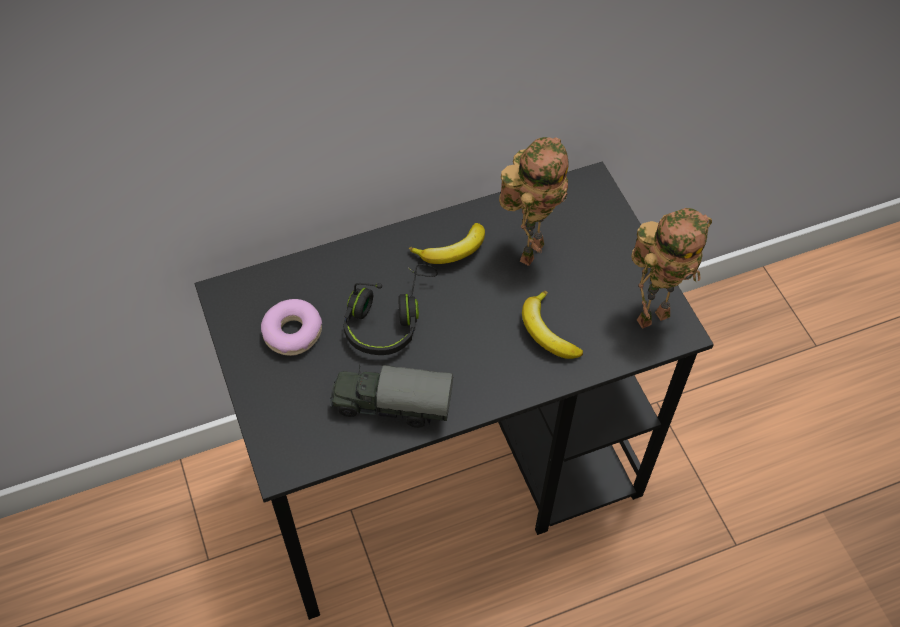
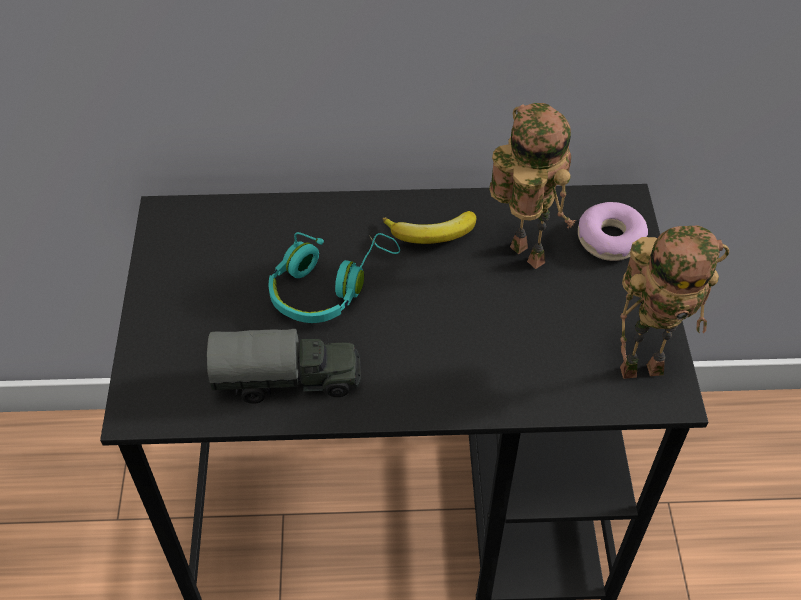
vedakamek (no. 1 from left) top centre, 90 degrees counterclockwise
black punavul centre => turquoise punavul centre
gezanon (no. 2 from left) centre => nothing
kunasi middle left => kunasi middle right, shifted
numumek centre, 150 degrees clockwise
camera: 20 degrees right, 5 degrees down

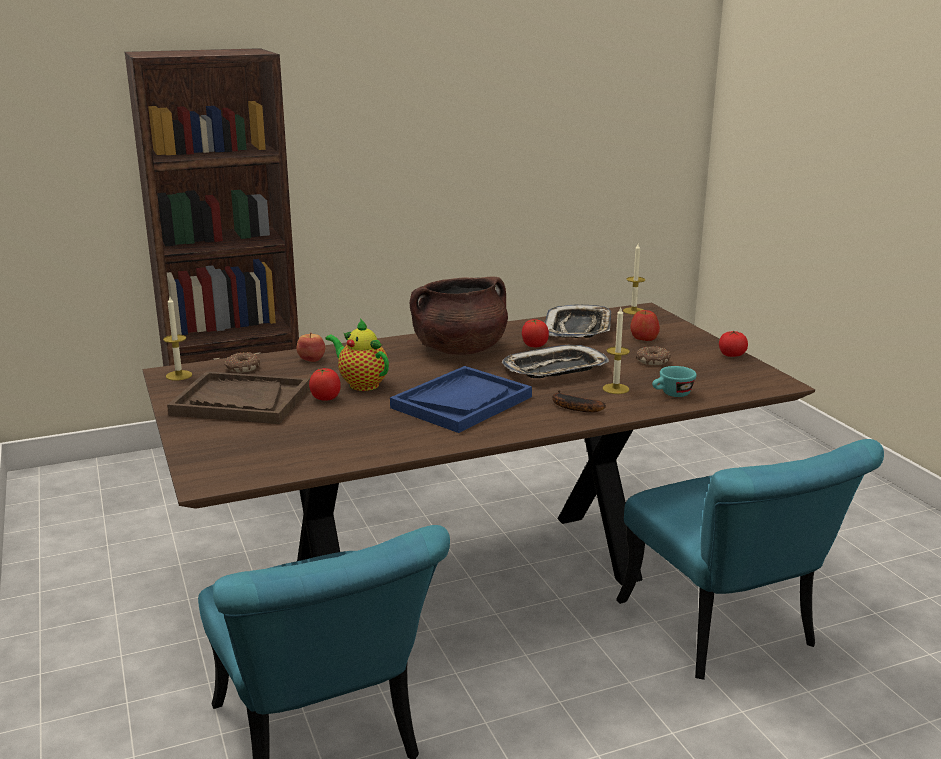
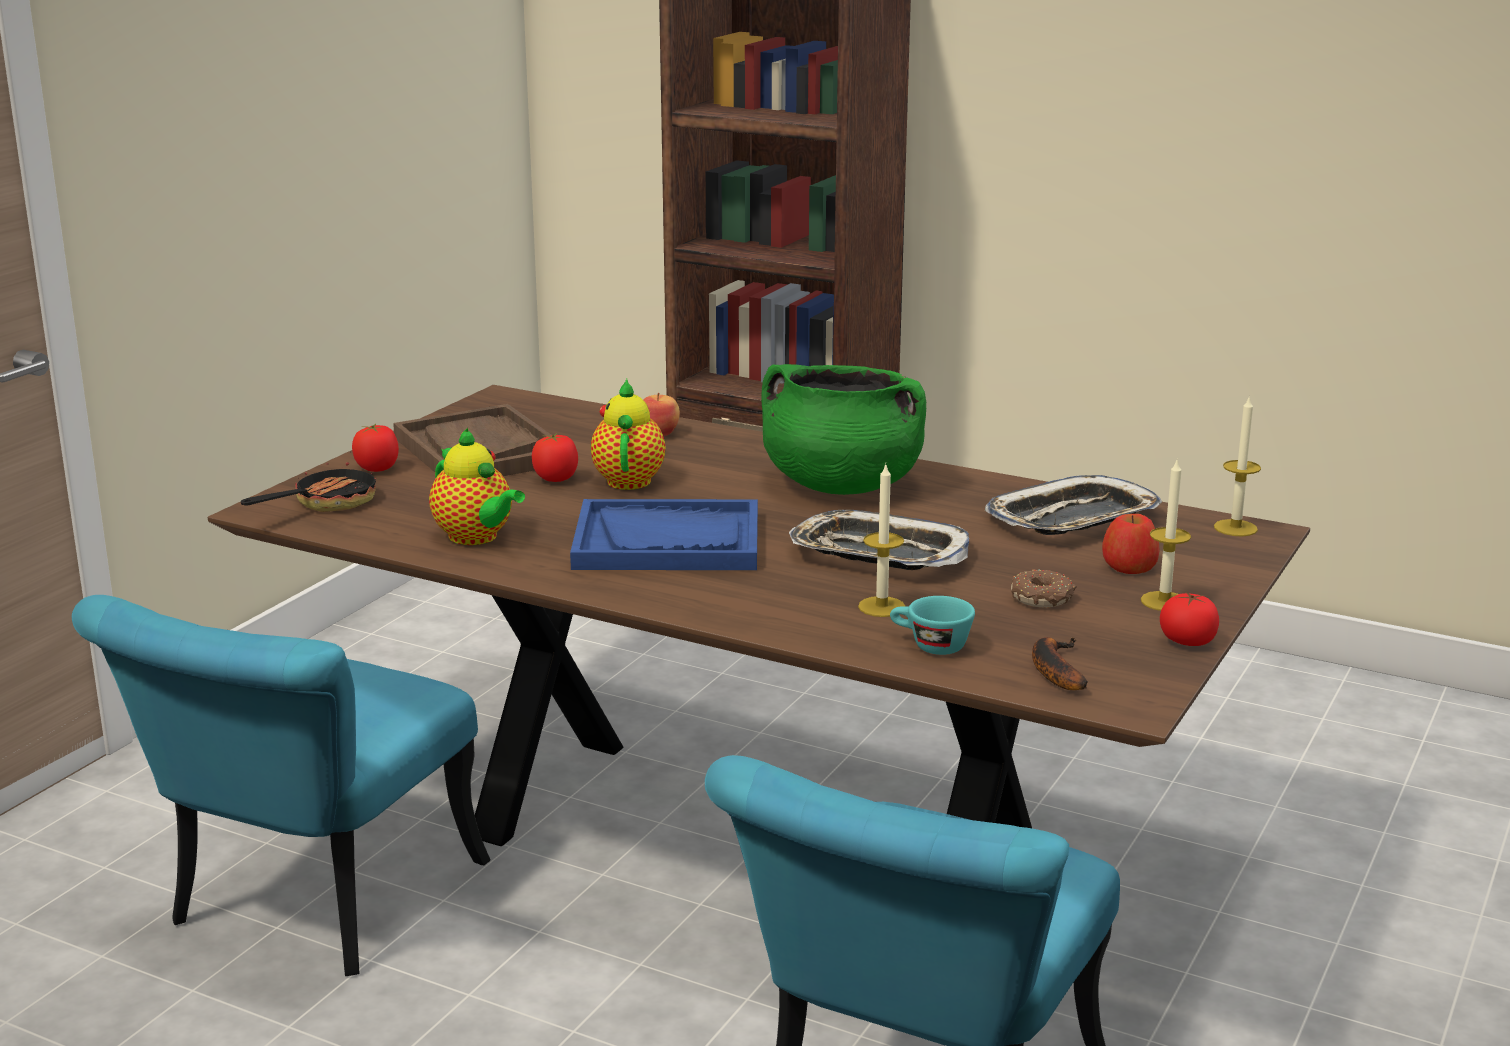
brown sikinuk centre => green sikinuk centre
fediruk (no. 1 from left in the first image) middle left => fediruk (no. 2 from left) middle right, shifted
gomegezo (no. 2 from left in the first image) centre => gomegezo (no. 1 from left) middle left, shifted
kunasi (no. 1 from left) middle left => nothing
gezanon centre => gezanon middle right, shifted
nothing => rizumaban (no. 1 from left) middle left
nothing => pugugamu middle left
camera: 50 degrees right, 0 degrees up

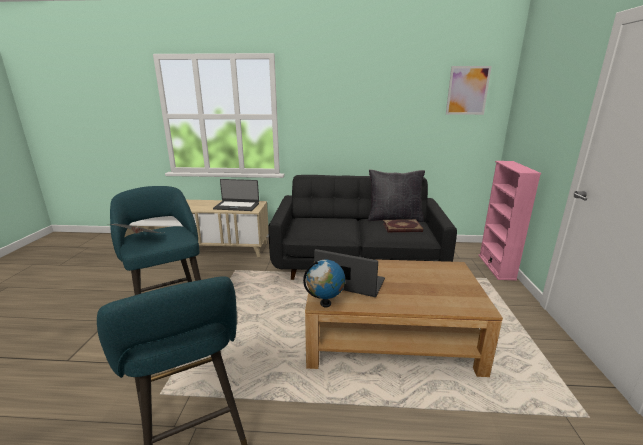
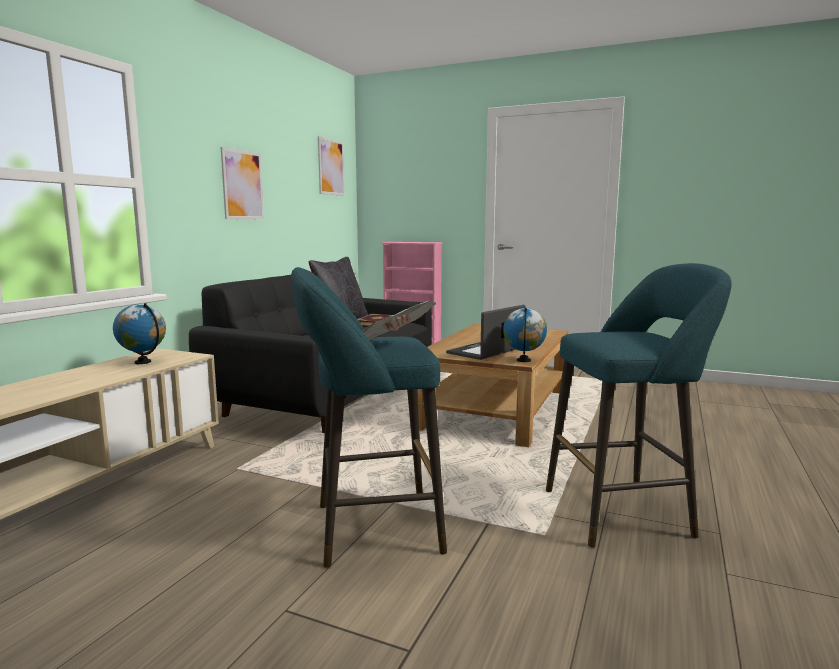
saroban (no. 1 from left) centre => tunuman (no. 1 from left) middle left
nothing => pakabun (no. 1 from left) top left
camera: 70 degrees left, 10 degrees down

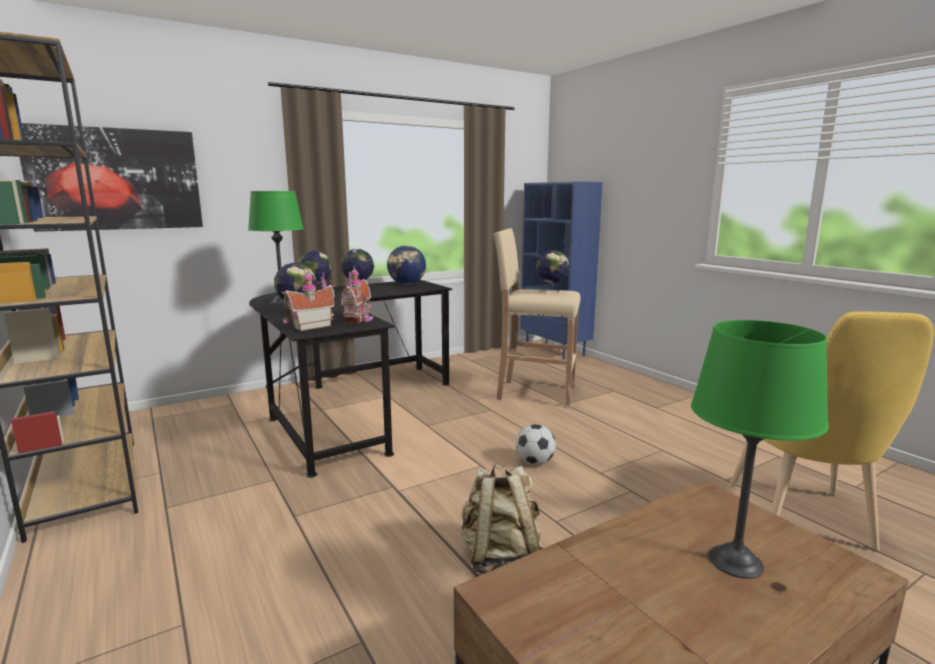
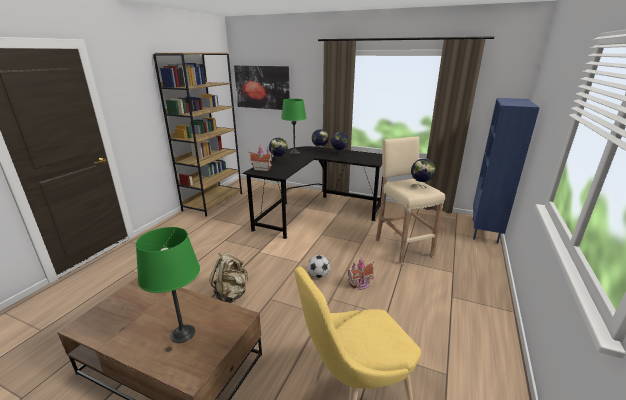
tunuman (no. 4 from left) centre => nothing
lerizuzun (no. 2 from left) centre => lerizuzun (no. 2 from left) bottom centre, shifted
camera: 55 degrees right, 10 degrees up

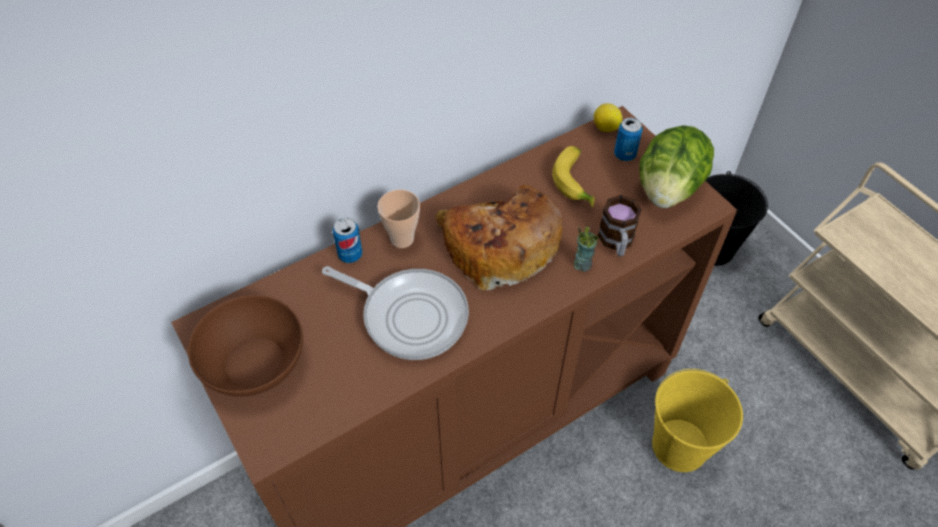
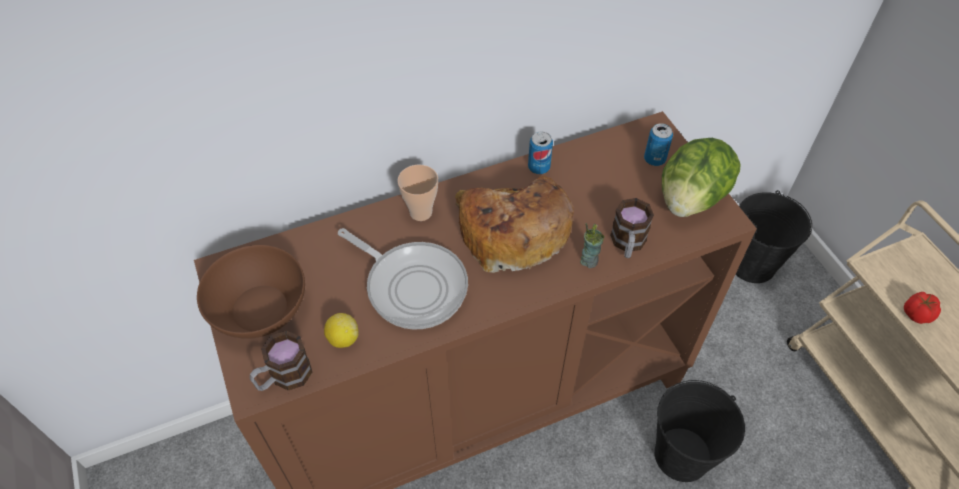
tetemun top centre => tetemun bottom centre, shifted
gezanon centre => nothing
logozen (no. 1 from left) centre => logozen (no. 1 from left) top centre, shifted
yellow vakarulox bottom right => black vakarulox (no. 1 from left) bottom right
nothing => gomegezo middle right
nothing => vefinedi (no. 1 from left) bottom left
camera: 10 degrees right, 0 degrees up

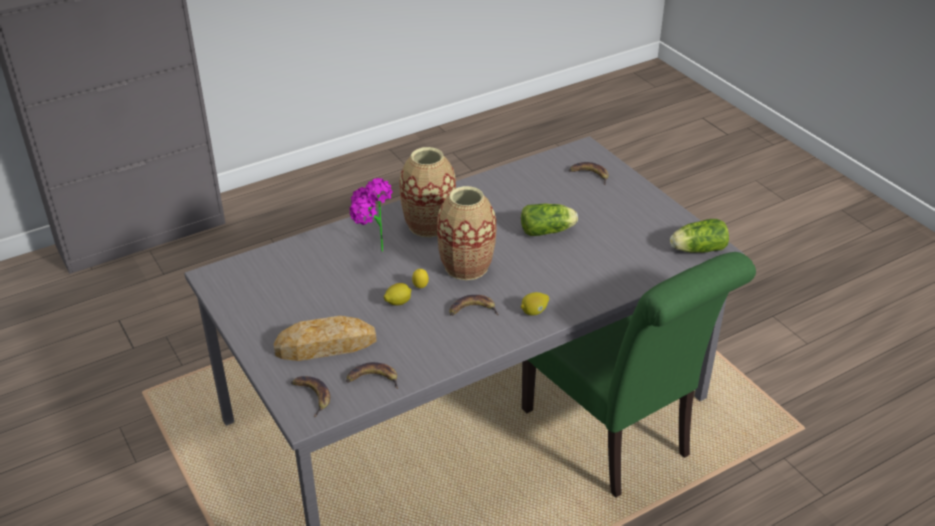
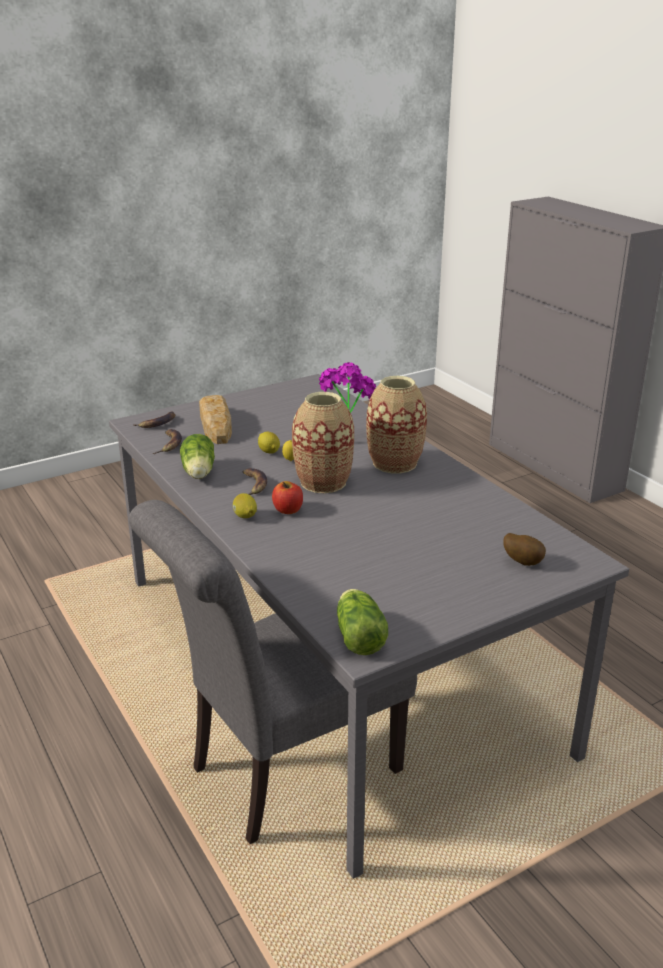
gezanon (no. 4 from left) top centre => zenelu middle right
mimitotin (no. 1 from left) centre => mimitotin (no. 1 from left) middle left, shifted
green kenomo bottom right => grey kenomo bottom centre
nothing => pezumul centre
camera: 90 degrees right, 10 degrees down

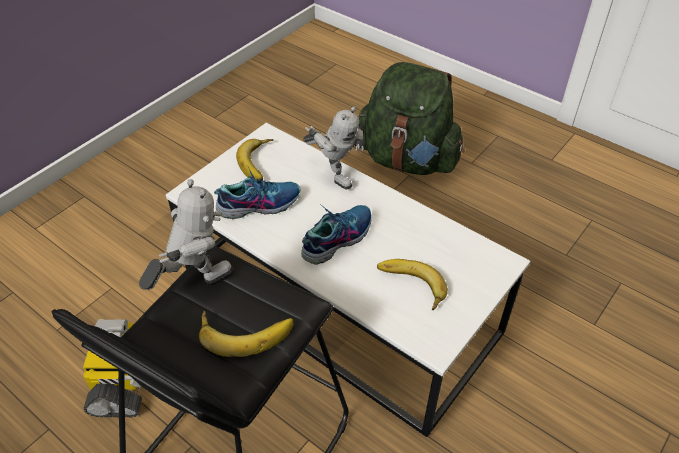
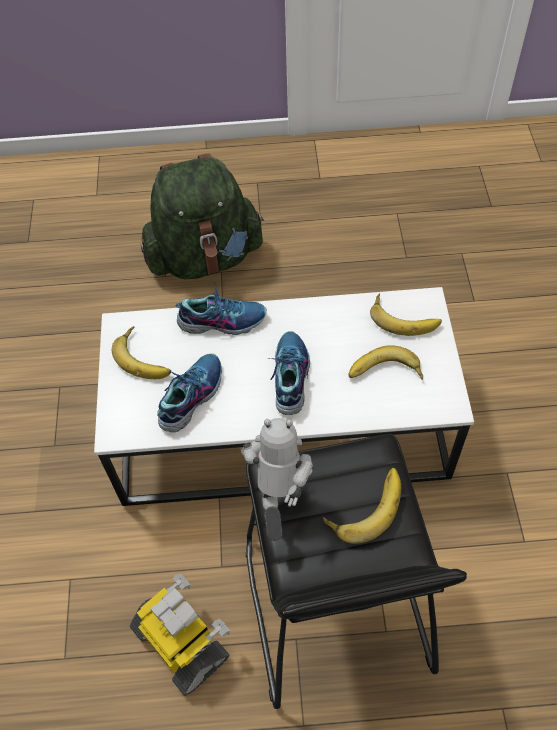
vedakamek (no. 3 from left) top centre => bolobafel (no. 2 from left) centre
nothing => gezanon (no. 4 from left) middle right
camera: 40 degrees left, 10 degrees up

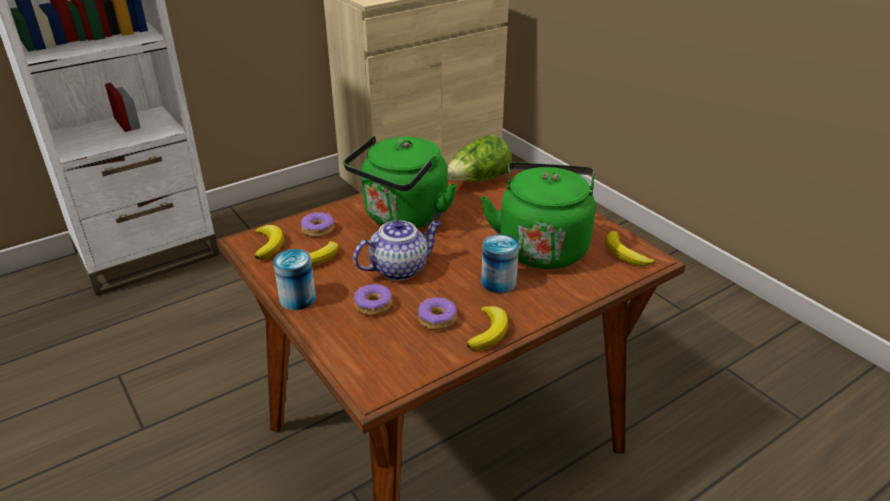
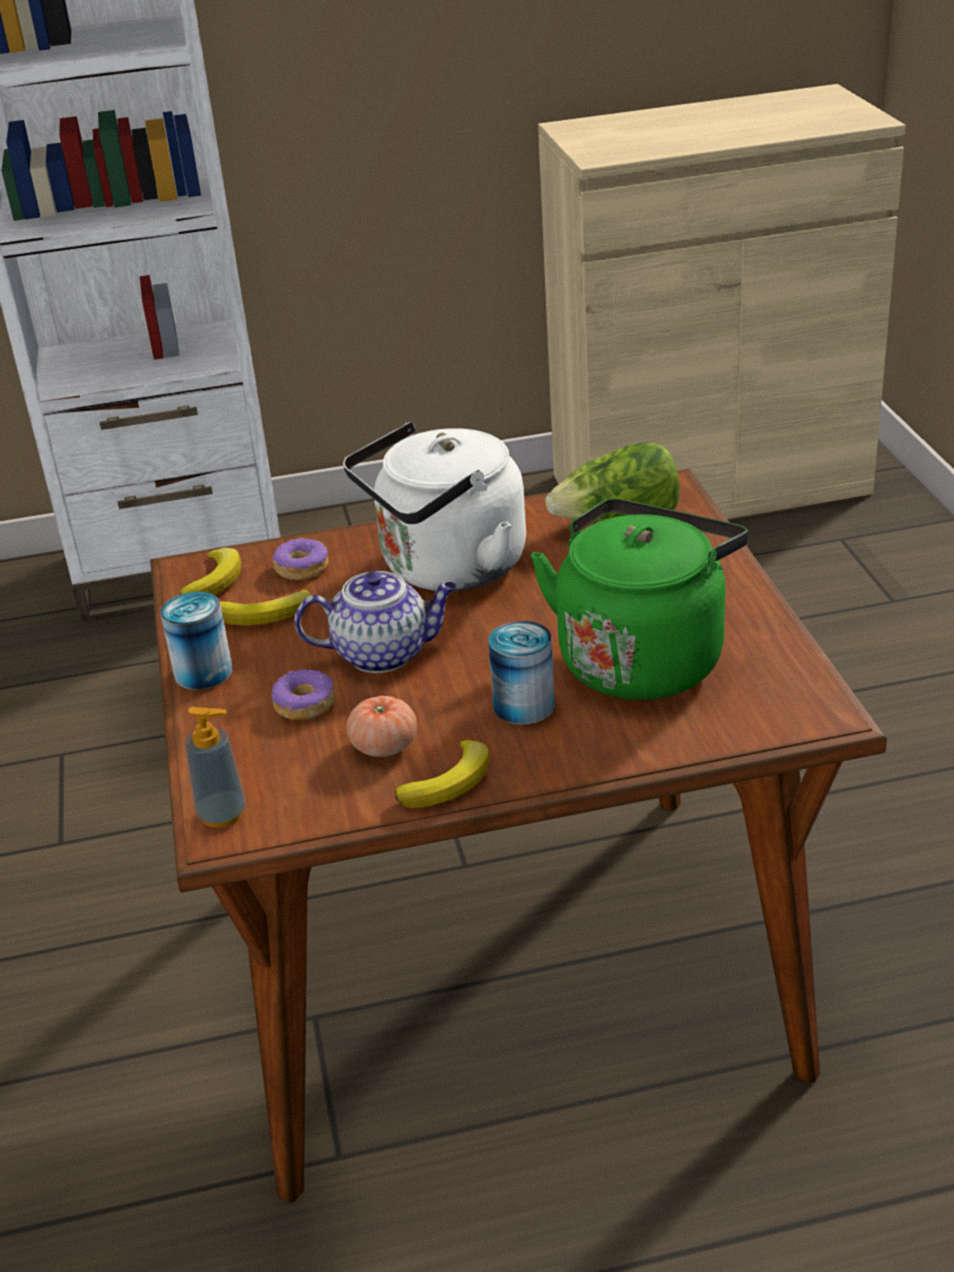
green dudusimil (no. 1 from left) centre => white dudusimil centre
gezanon (no. 4 from left) middle right => nothing
kunasi (no. 3 from left) centre => gomegezo centre
nothing => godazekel middle left
camera: 25 degrees right, 0 degrees up

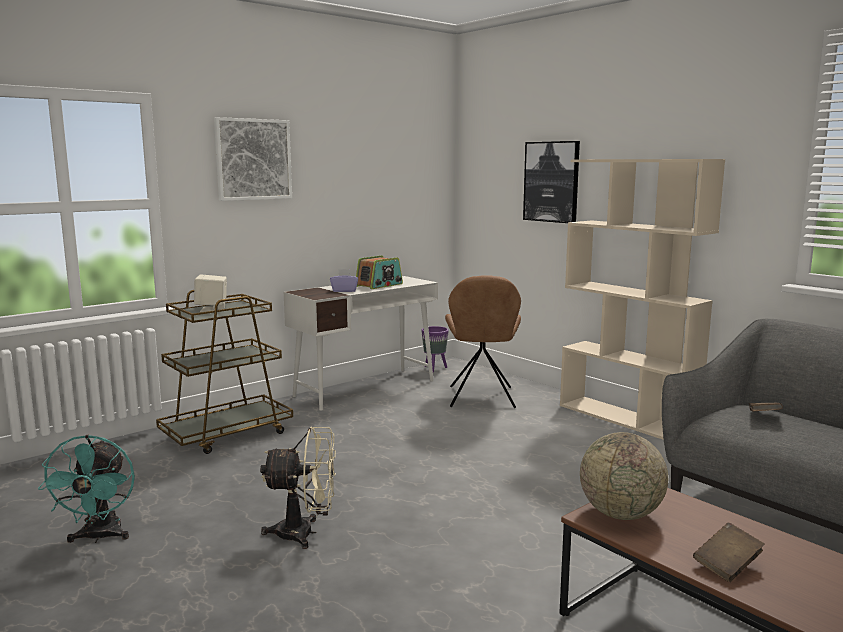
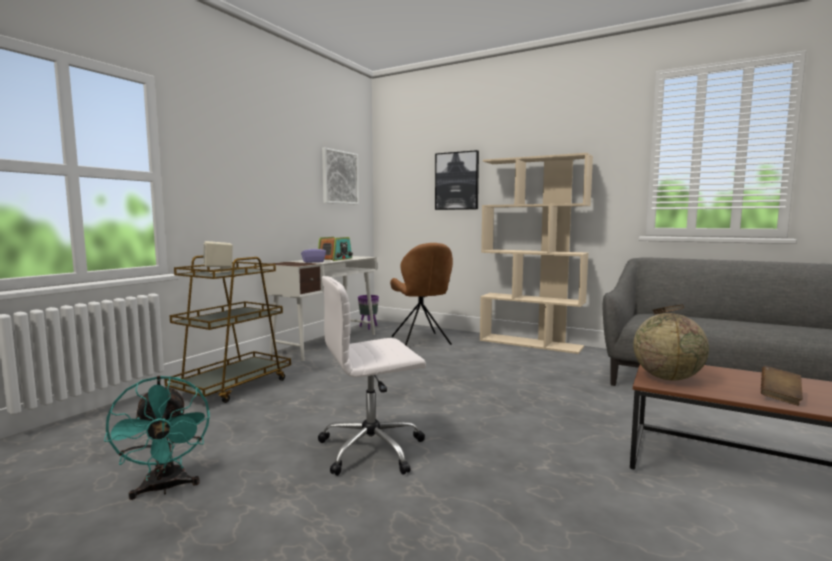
pakabun (no. 1 from left) top left => pakabun (no. 1 from left) top centre, shifted
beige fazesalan bottom centre => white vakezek bottom centre
camera: 20 degrees left, 5 degrees down

